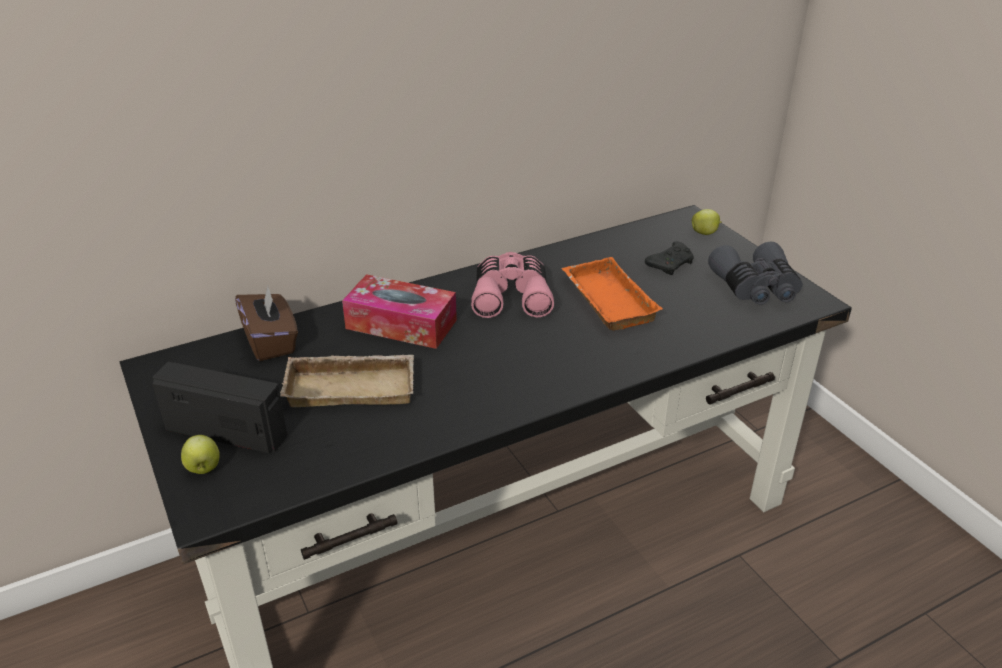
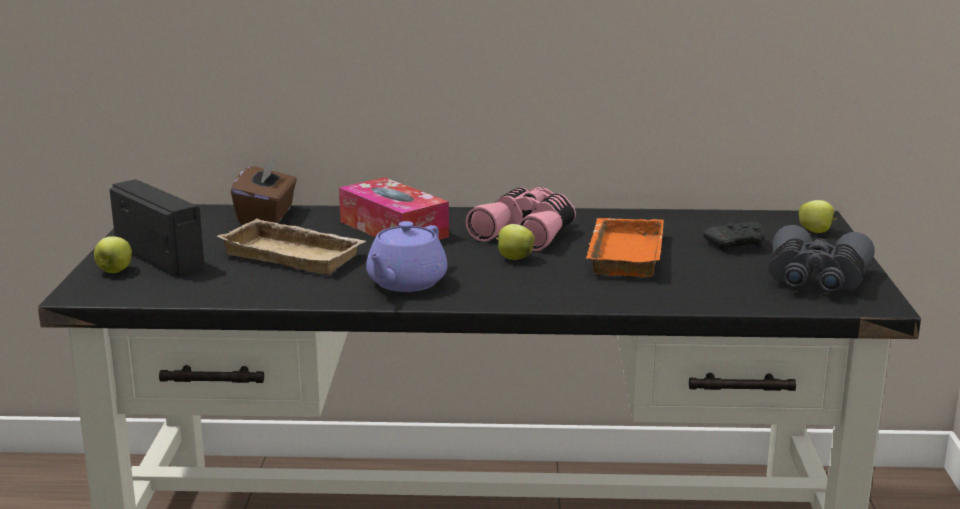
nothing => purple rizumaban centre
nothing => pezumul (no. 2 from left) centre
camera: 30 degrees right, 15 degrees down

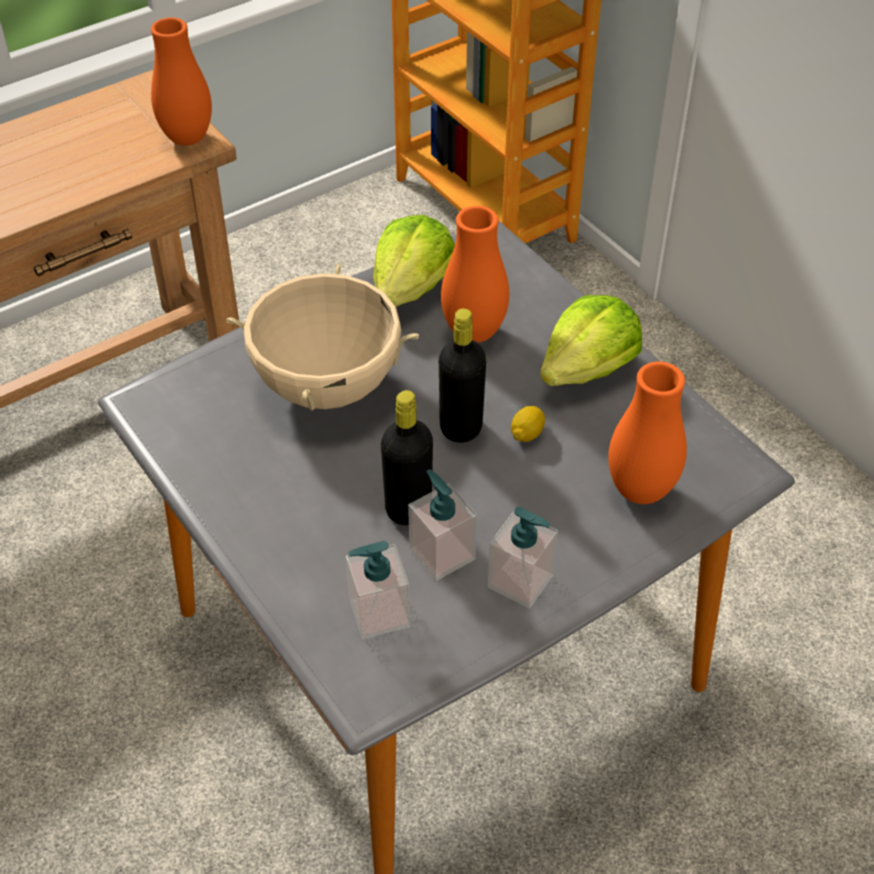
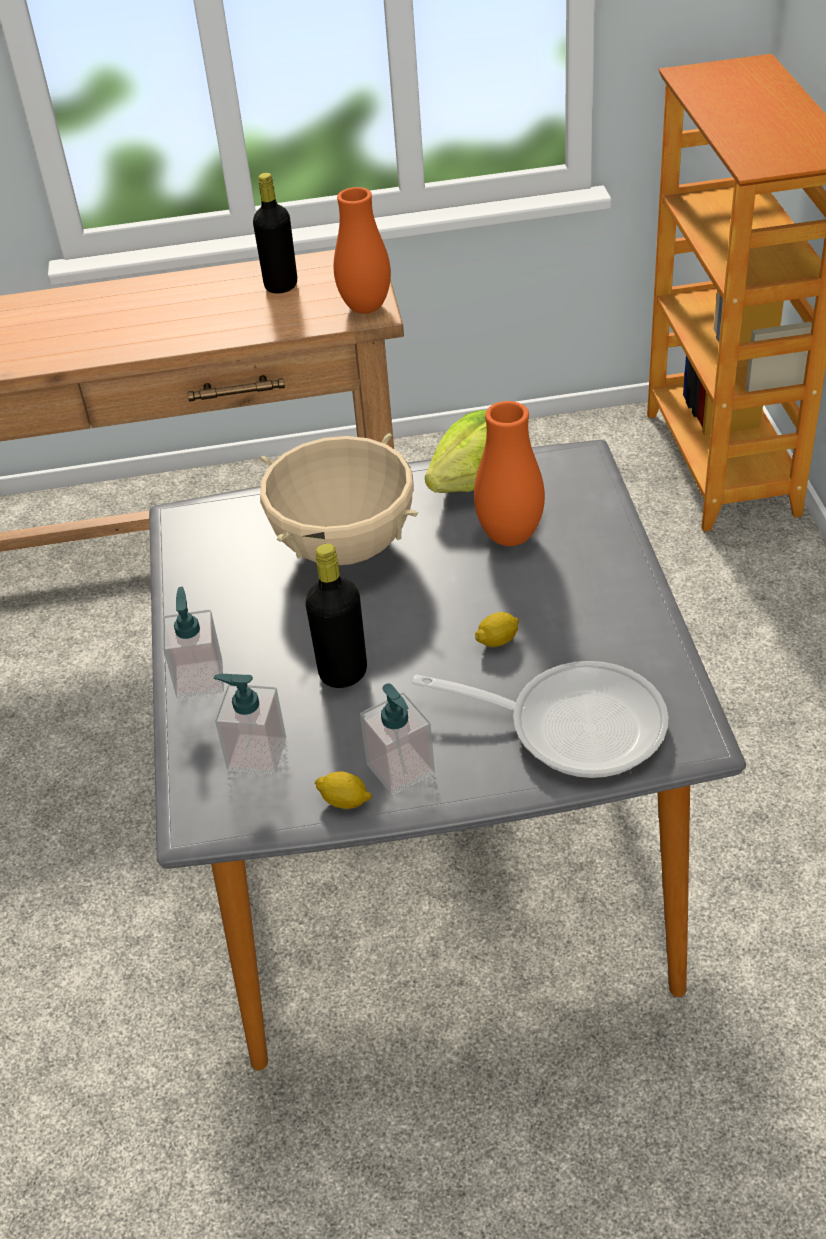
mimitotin (no. 2 from left) middle right => nothing
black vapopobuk (no. 2 from left in the first image) centre => black vapopobuk (no. 1 from left) top left, shifted
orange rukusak (no. 3 from left) middle right => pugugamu centre
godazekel (no. 2 from left in the first image) centre => godazekel (no. 1 from left) middle left, shifted
nothing => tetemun (no. 1 from left) centre
camera: 30 degrees right, 5 degrees down

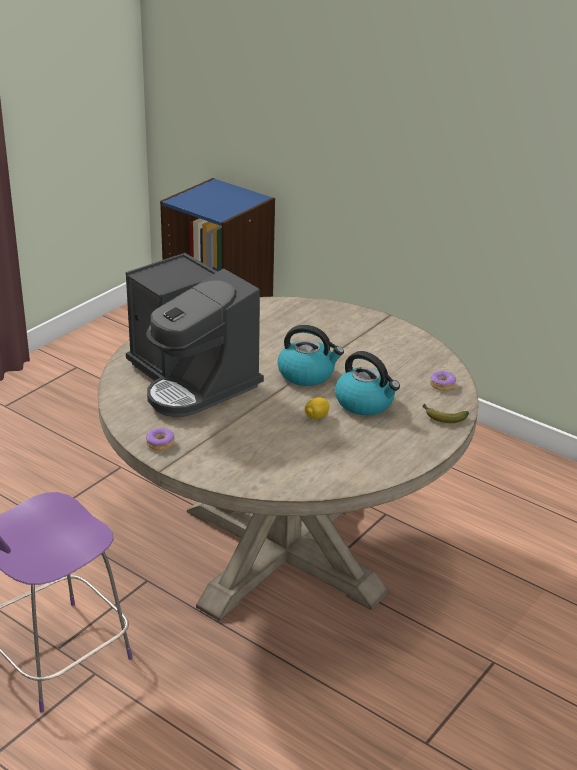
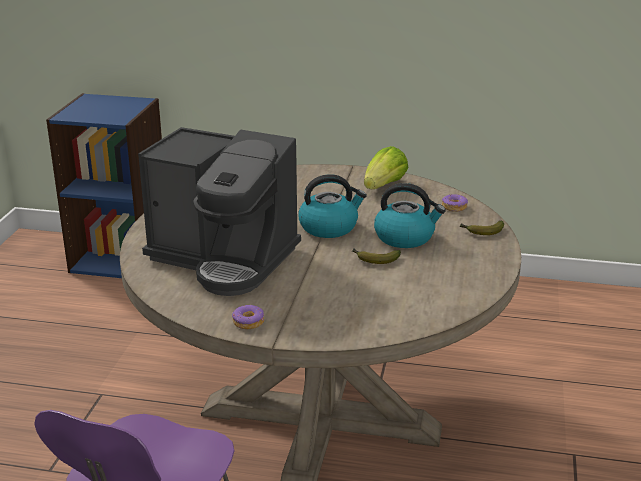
tetemun centre => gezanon (no. 1 from left) centre
nothing => mimitotin centre
camera: 25 degrees left, 5 degrees down

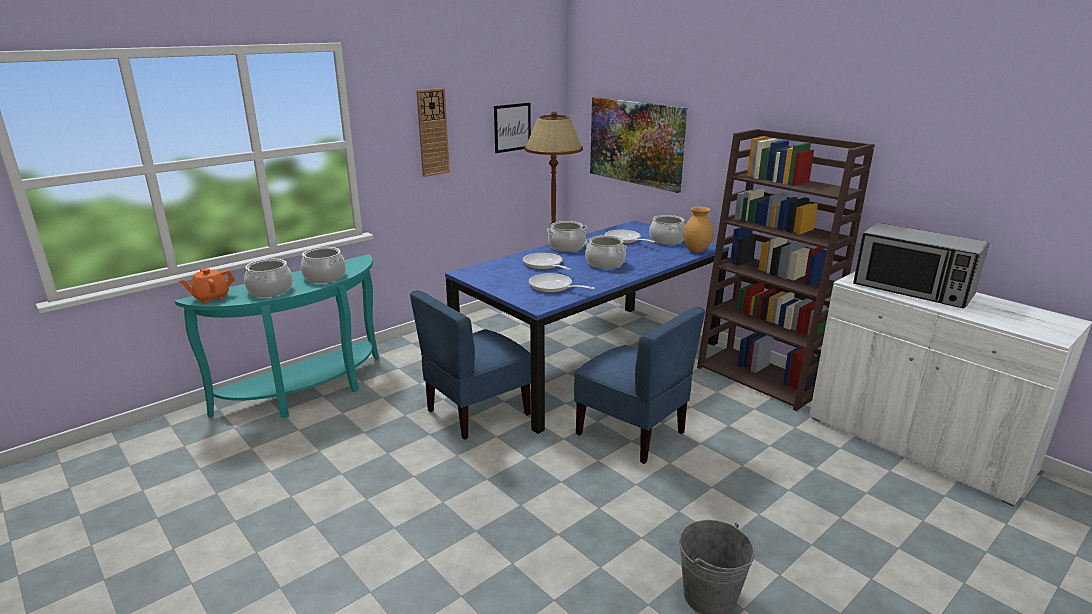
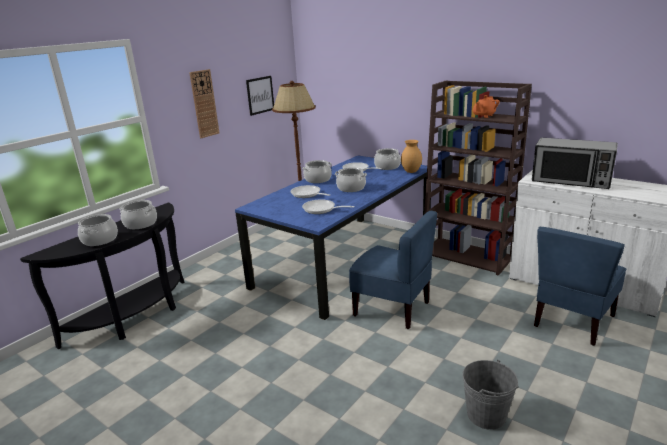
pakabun (no. 2 from left) top centre => nothing
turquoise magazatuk middle left => black magazatuk middle left
orange rizumaban middle left => orange rizumaban top right, shifted
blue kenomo (no. 1 from left in the first image) centre => blue kenomo (no. 2 from left) middle right, shifted
camera: 10 degrees left, 0 degrees up

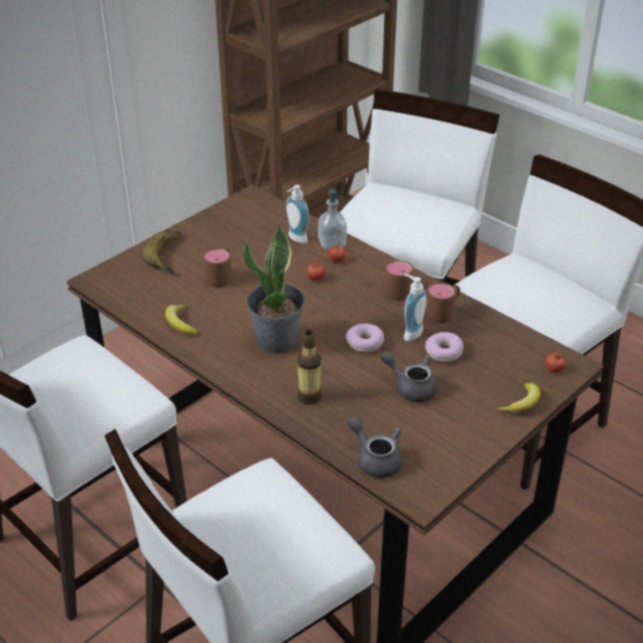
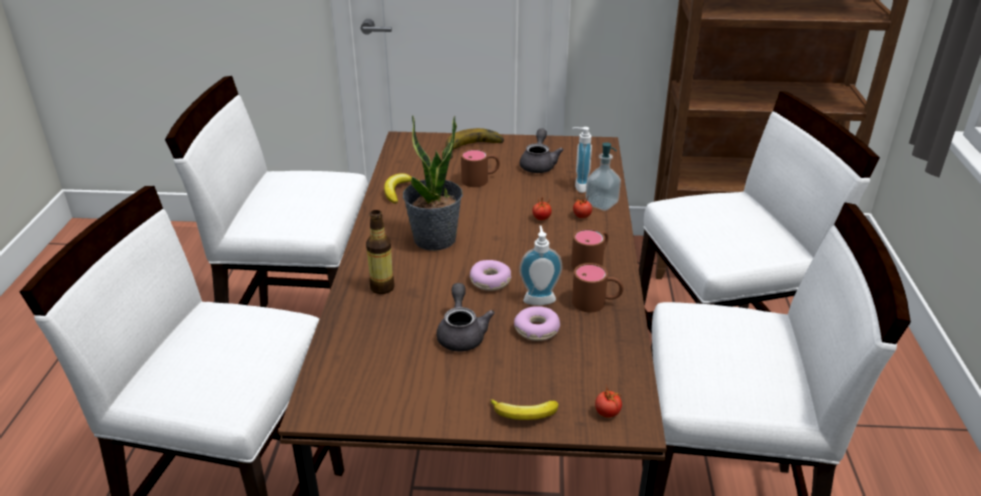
grey rizumaban (no. 1 from left in the first image) bottom centre => grey rizumaban (no. 2 from left) top centre, shifted
camera: 50 degrees right, 5 degrees down

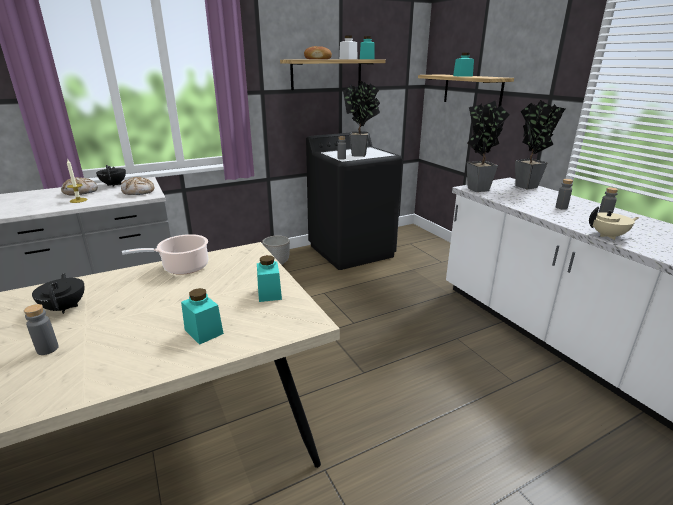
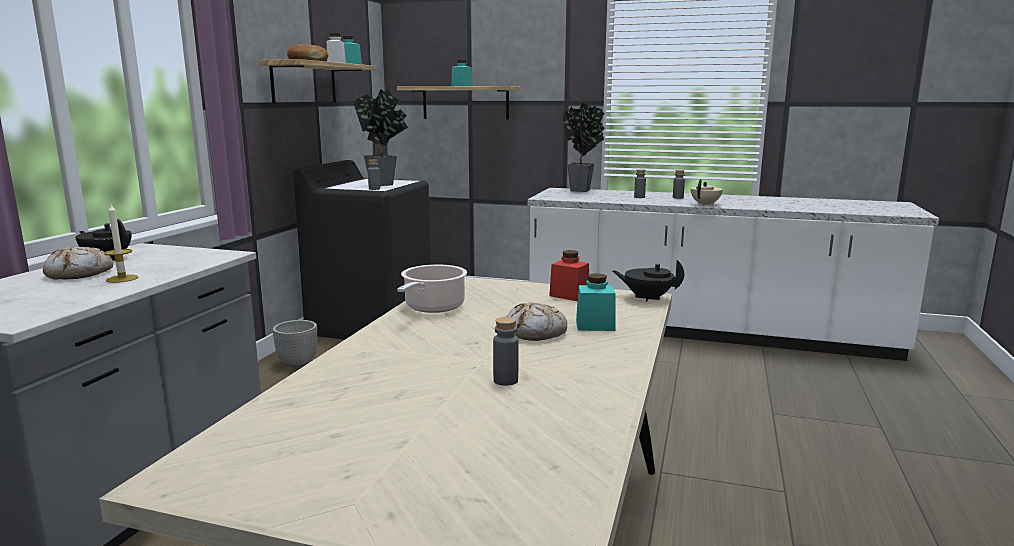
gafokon (no. 2 from left) top right => nothing
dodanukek (no. 2 from left in the first image) middle left => dodanukek (no. 3 from left) centre, shifted
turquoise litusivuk (no. 2 from left) centre => red litusivuk centre
black rizumaban (no. 1 from left in the first image) middle left => black rizumaban (no. 2 from left) centre, shifted
camera: 45 degrees left, 10 degrees down

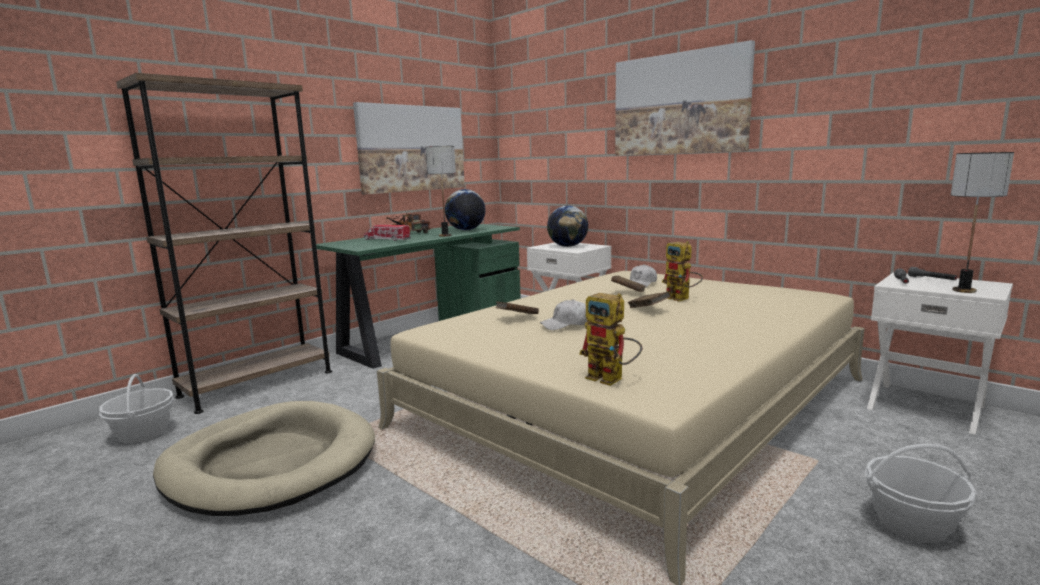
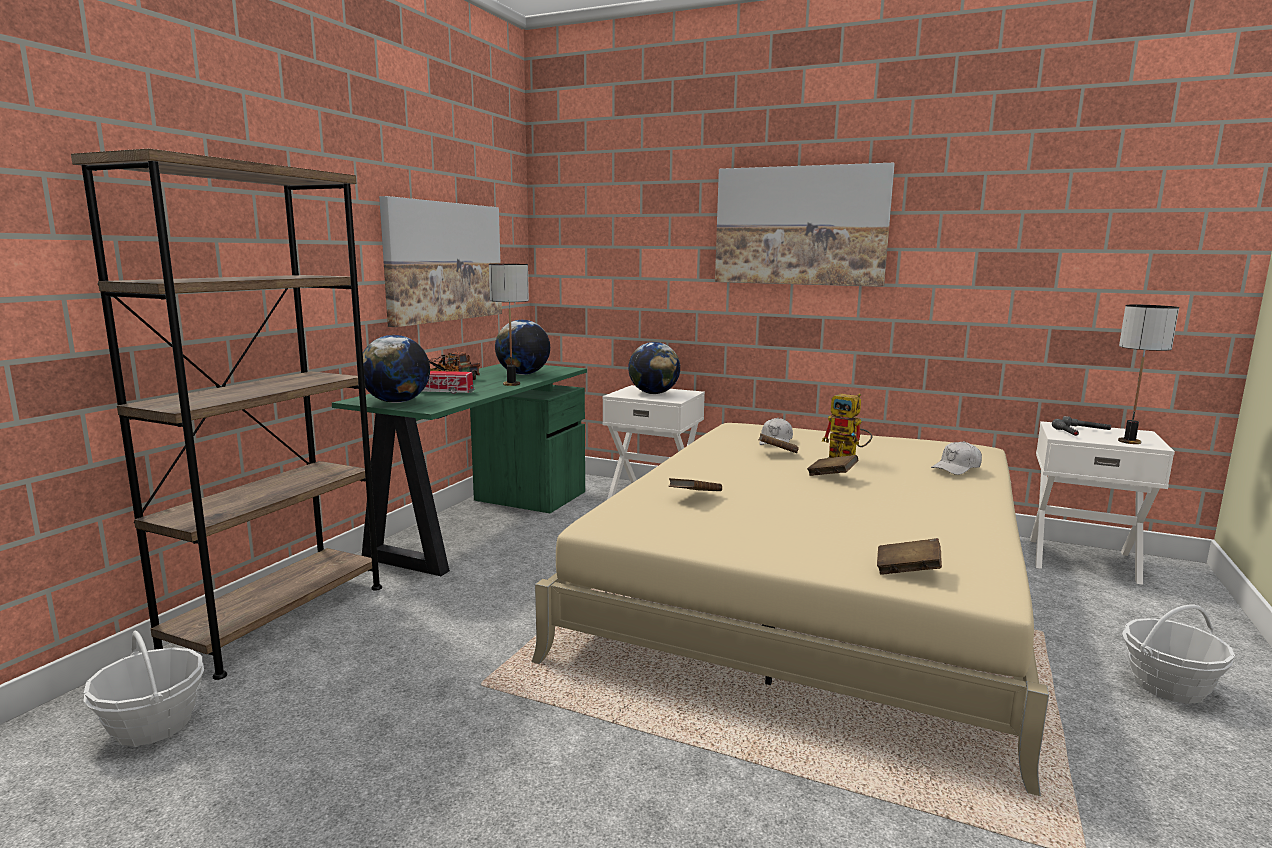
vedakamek (no. 1 from left) centre => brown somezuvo (no. 4 from left) middle right
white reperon (no. 1 from left in the first image) centre => white reperon (no. 2 from left) middle right, shifted
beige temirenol bottom left => nothing
nothing => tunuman (no. 1 from left) middle left
camera: 20 degrees left, 0 degrees up

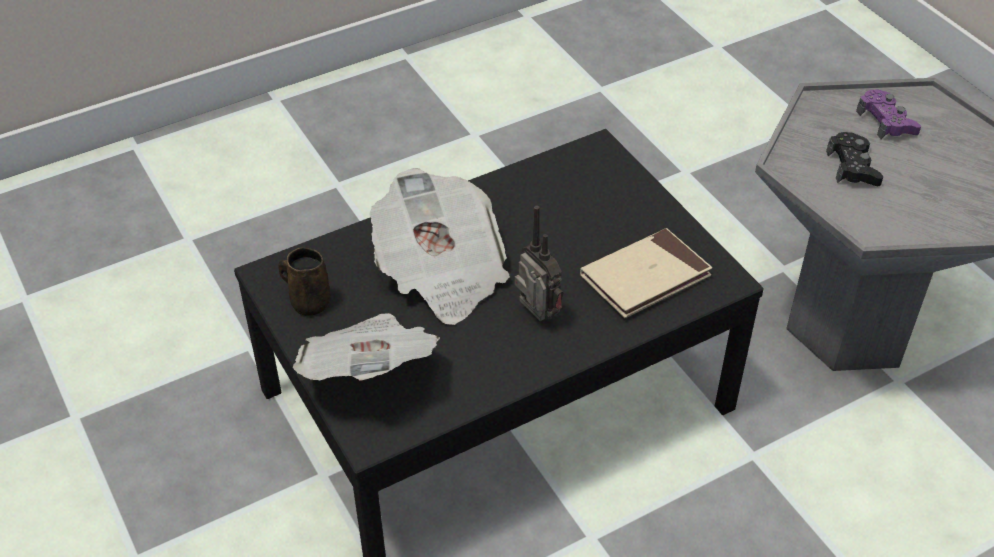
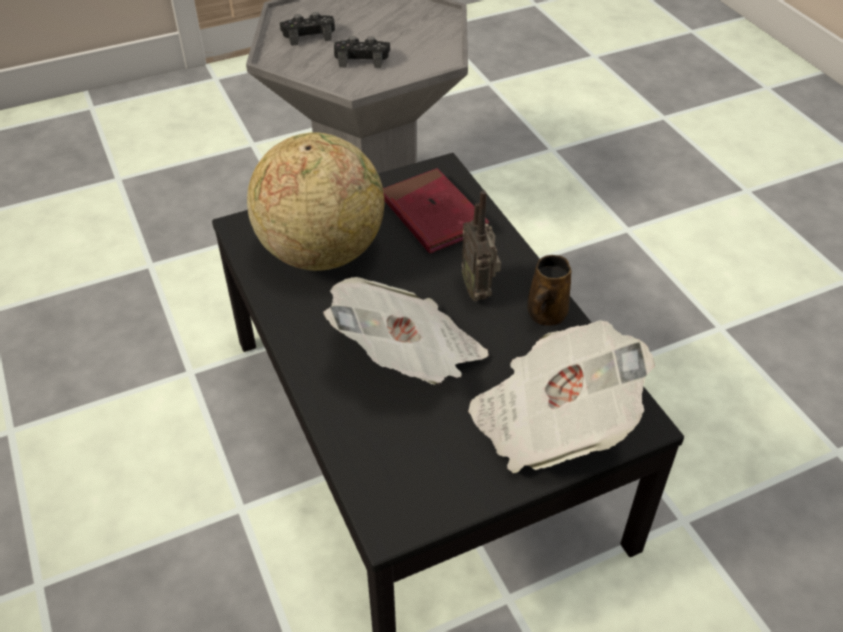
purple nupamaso top right => black nupamaso (no. 1 from left) top centre
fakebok centre, 75 degrees counterclockwise
beige somezuvo centre => red somezuvo top centre
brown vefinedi middle left => brown vefinedi centre, shifted
nothing => tunuman top centre
camera: 85 degrees left, 0 degrees up

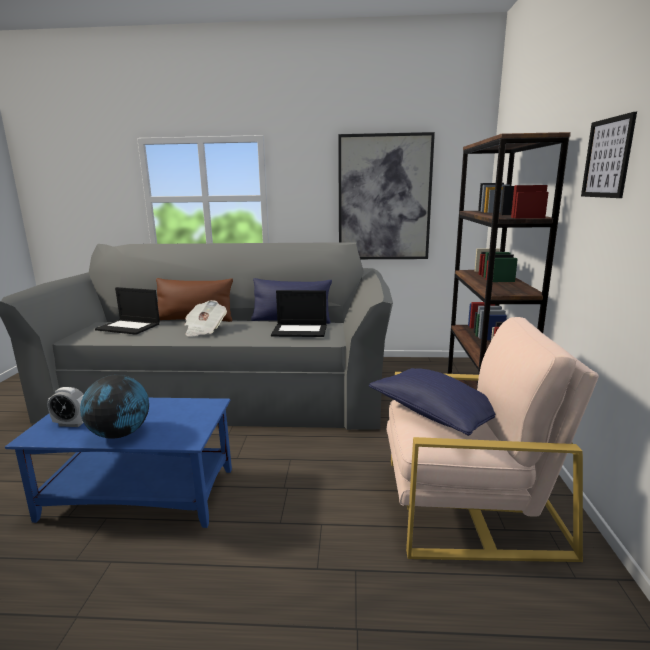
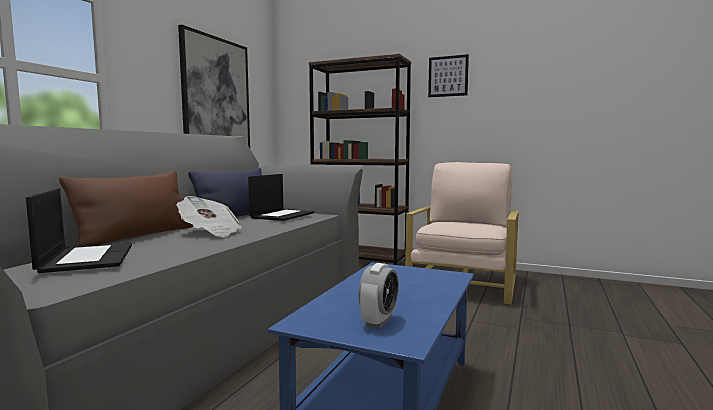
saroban (no. 1 from left) middle left, 60 degrees counterclockwise
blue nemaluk (no. 2 from left) centre => nothing
tunuman middle left => nothing
camera: 70 degrees left, 10 degrees down

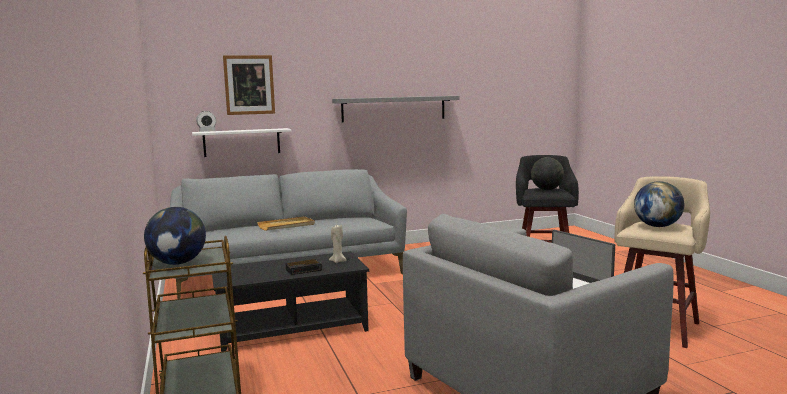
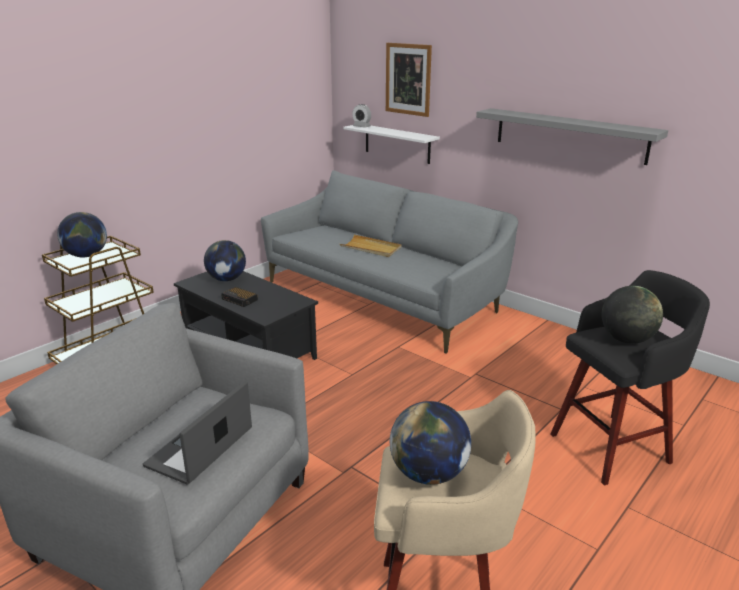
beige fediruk centre => nothing
nothing => tunuman (no. 2 from left) middle left
camera: 60 degrees right, 15 degrees up

